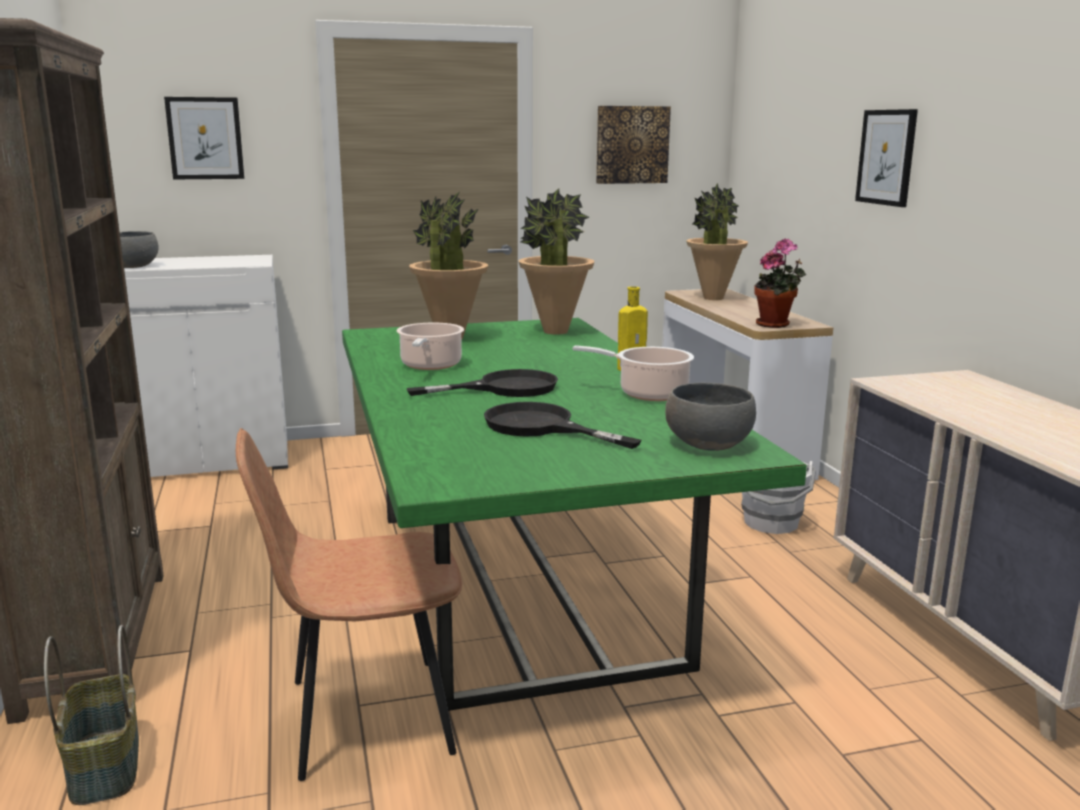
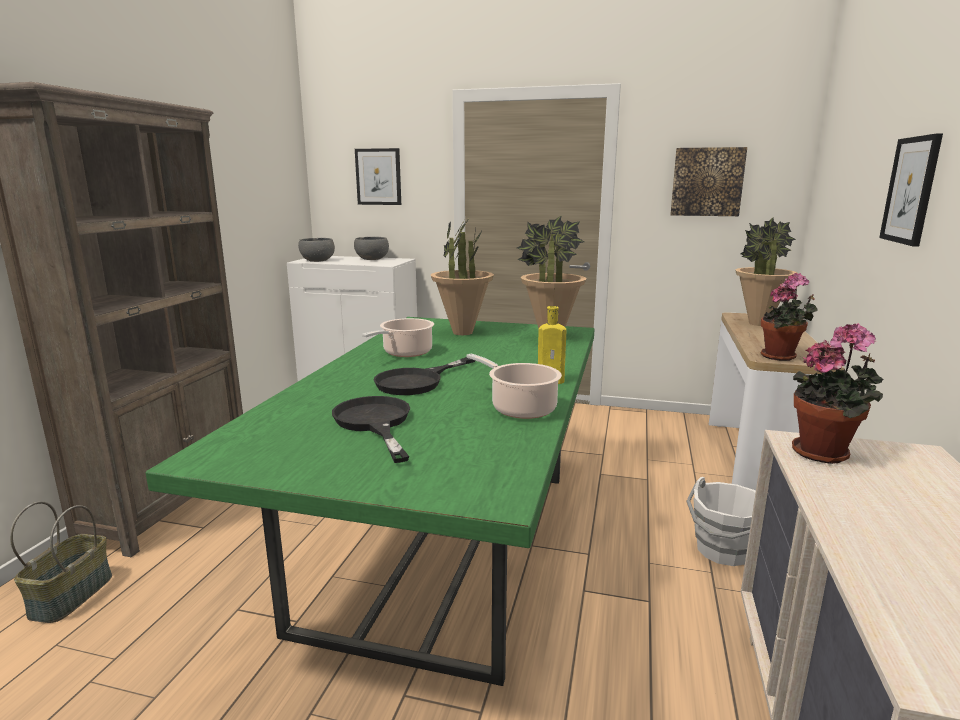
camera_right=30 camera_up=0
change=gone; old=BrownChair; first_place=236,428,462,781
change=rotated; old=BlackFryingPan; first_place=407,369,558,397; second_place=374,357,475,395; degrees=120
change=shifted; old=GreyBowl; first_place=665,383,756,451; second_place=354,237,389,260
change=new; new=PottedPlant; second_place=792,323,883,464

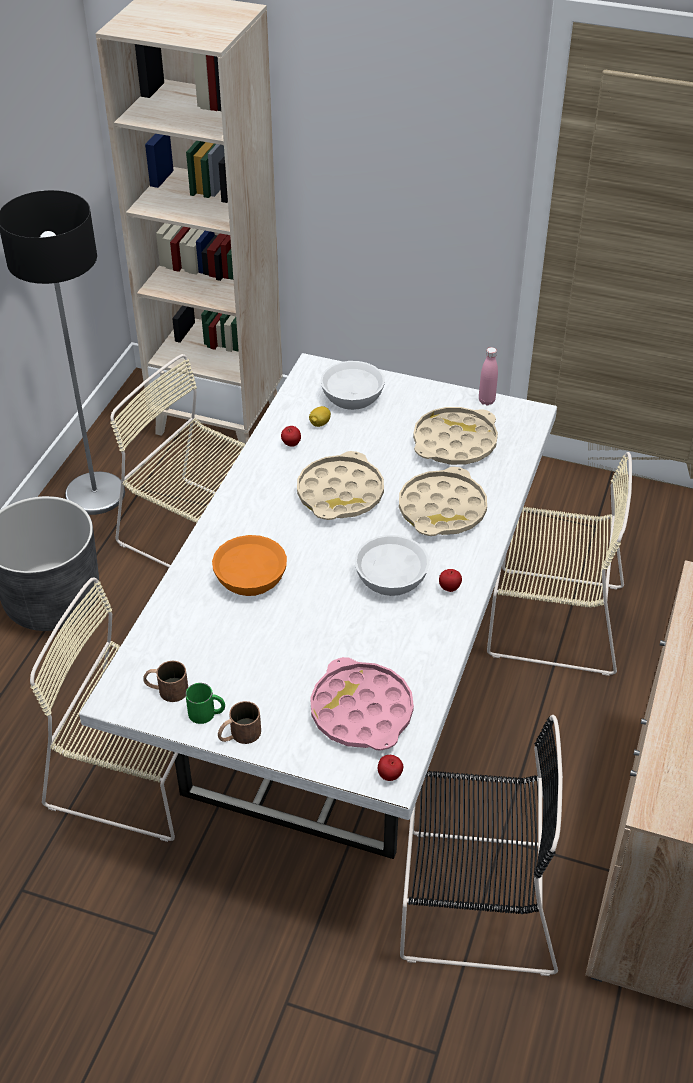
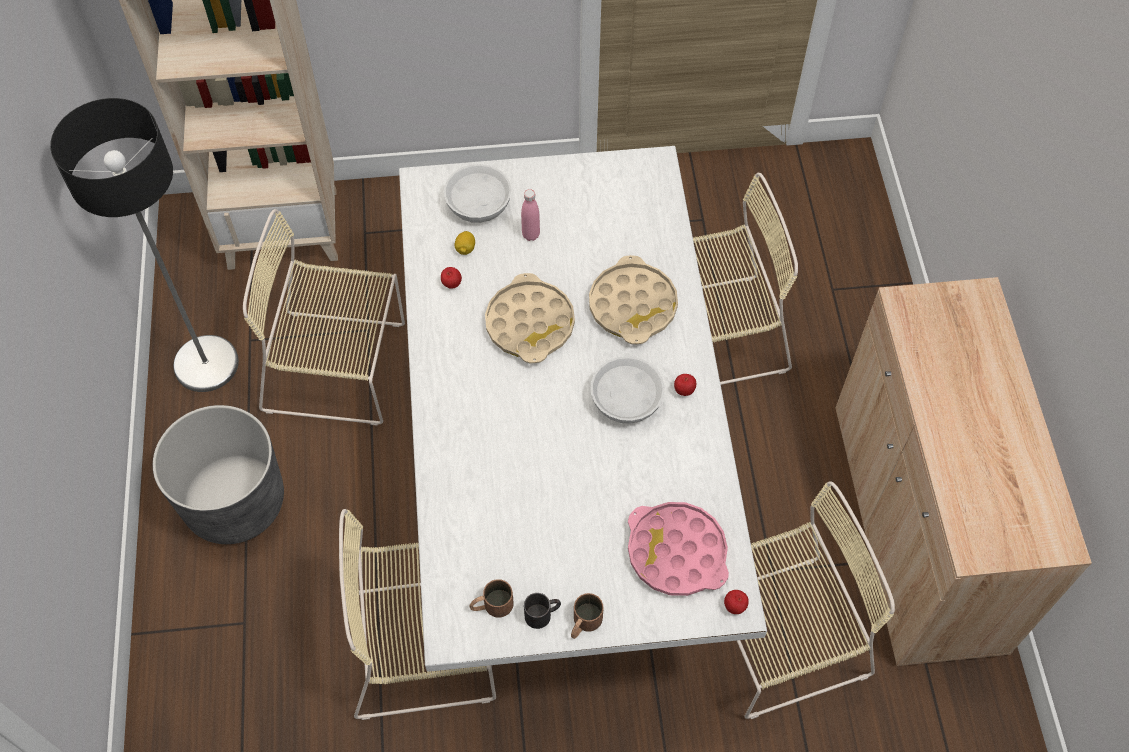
camera_right=-25 camera_up=15
change=repainted; old=GreenMug; new=BlackMug; first_place=185,683,225,724; second_place=524,593,561,629
change=gone; old=OrangeBowl; first_place=212,535,287,596
change=repainted; old=BlackChair; new=BeigeChair; first_place=400,715,563,976; second_place=737,482,895,719
change=gone; old=BeigeTray; first_place=413,407,498,465
change=shifted; old=PinkBottle; first_place=479,347,498,405; second_place=521,189,540,241

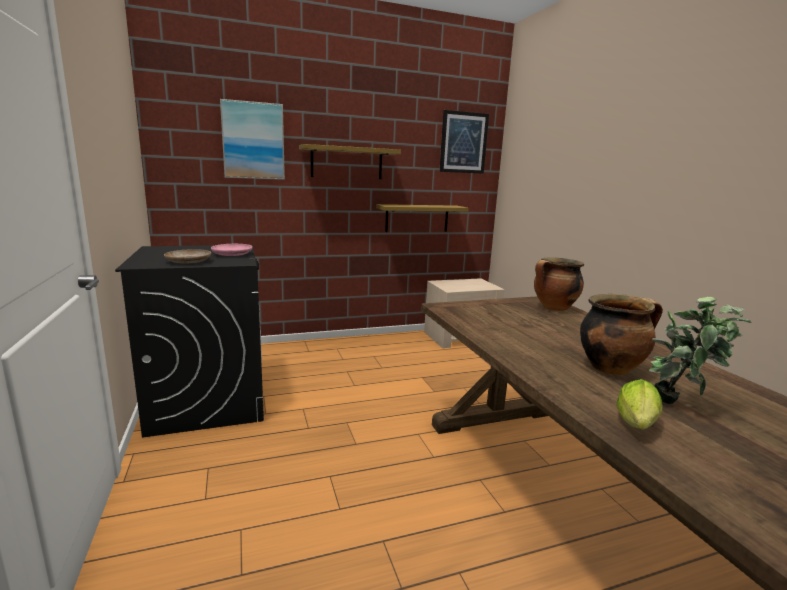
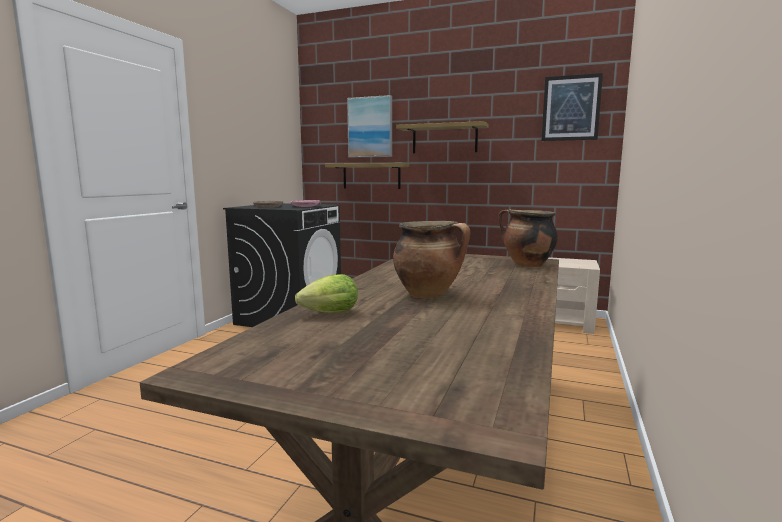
camera_right=40 camera_up=-5
change=shifted; old=Shelf; first_place=376,204,469,232; second_place=325,163,410,189
change=gone; old=PottedPlant; first_place=649,297,752,404

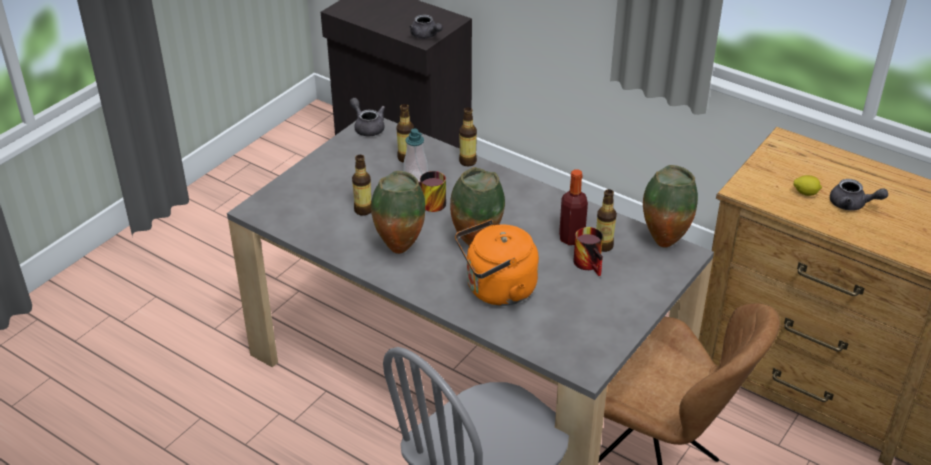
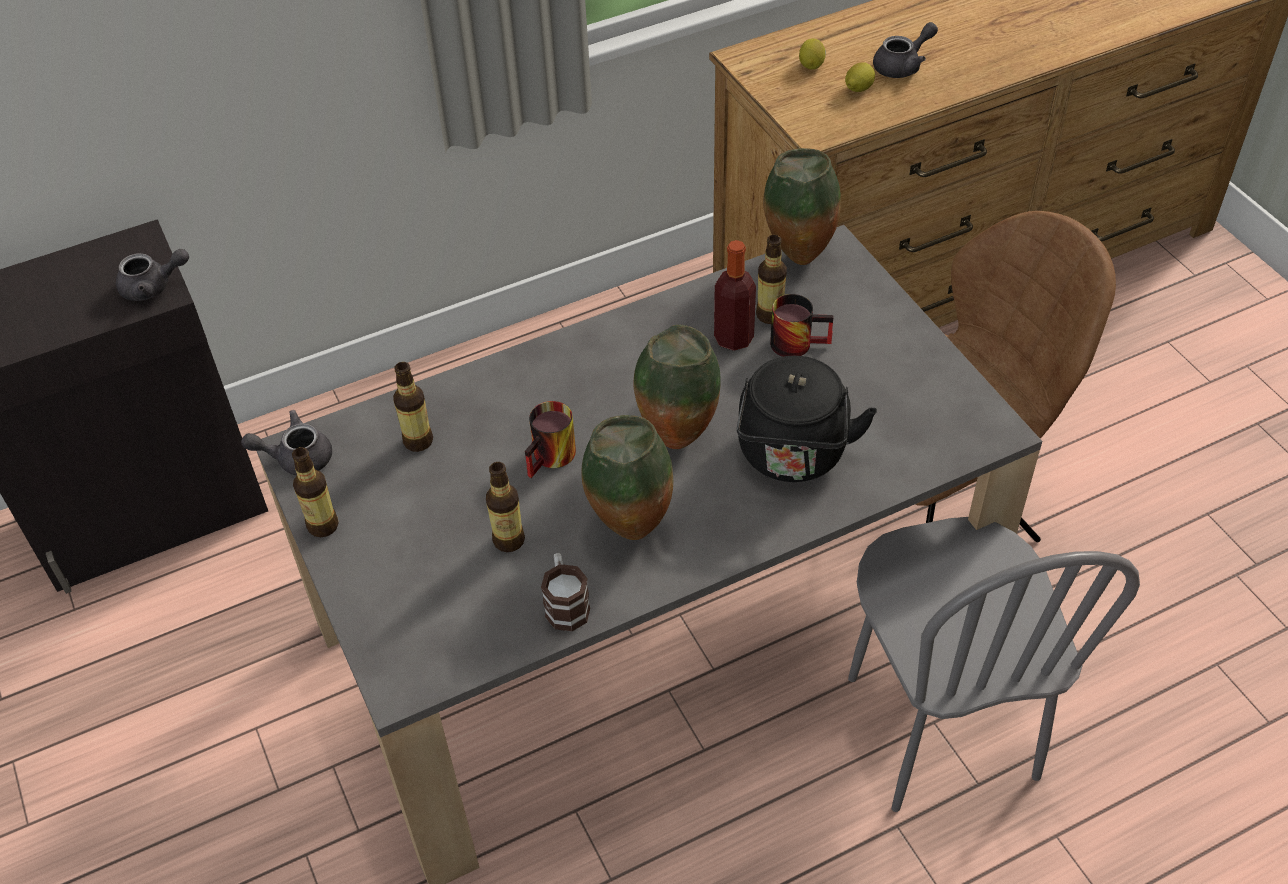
camera_right=-60 camera_up=10
change=gone; old=SoapDispenser; first_place=404,128,428,182
change=repainted; old=OrangeKettle; new=BlackKettle; first_place=455,220,539,306; second_place=737,356,877,482
change=shifted; old=Bottle; first_place=459,107,477,166; second_place=292,447,339,537
change=new; new=Mug; second_place=541,553,590,631
change=new; new=Lemon; second_place=799,38,826,70

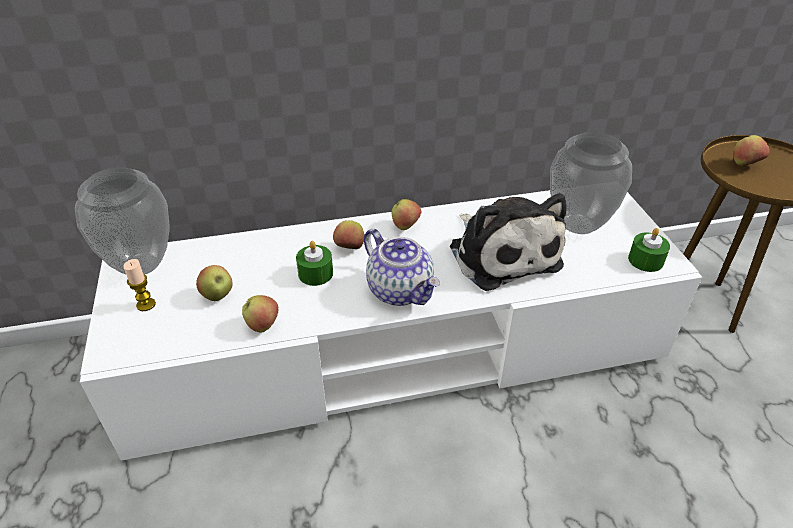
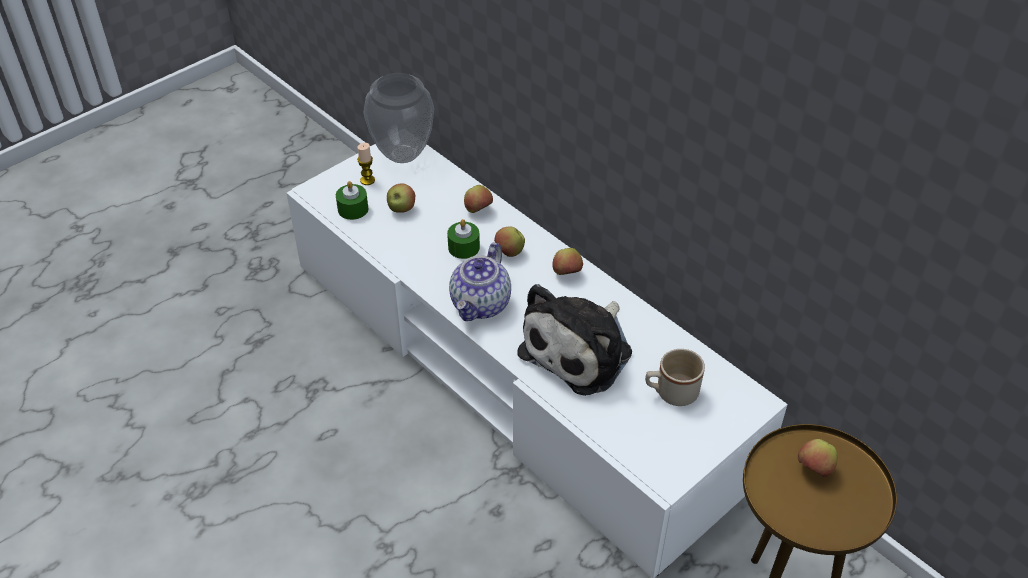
camera_right=60 camera_up=5
change=shifted; old=Apple; first_place=242,295,278,332; second_place=464,185,493,213
change=swapped; old=Vase; new=BeigeMug; first_place=550,132,632,234; second_place=645,349,705,406
change=shifted; old=GreenCandle; first_place=628,228,670,272; second_place=336,181,368,220

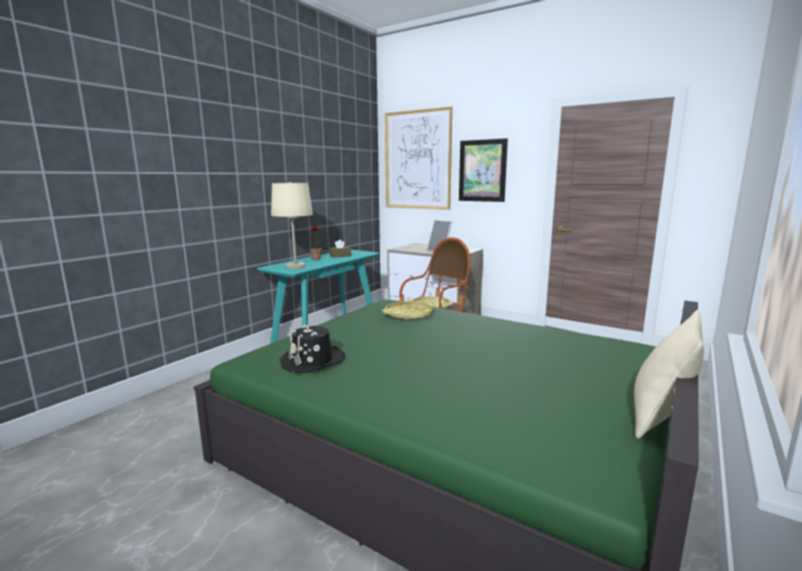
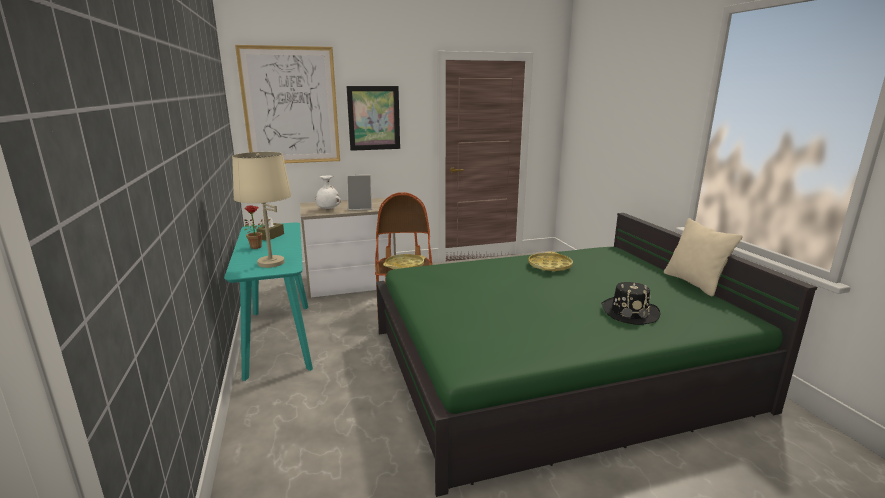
camera_right=-50 camera_up=5
change=shifted; old=BlackHat; first_place=280,325,345,373; second_place=602,282,660,325
change=shifted; old=YellowTray; first_place=382,301,435,320; second_place=528,252,573,272
change=new; new=WhiteVase; second_place=316,176,341,210

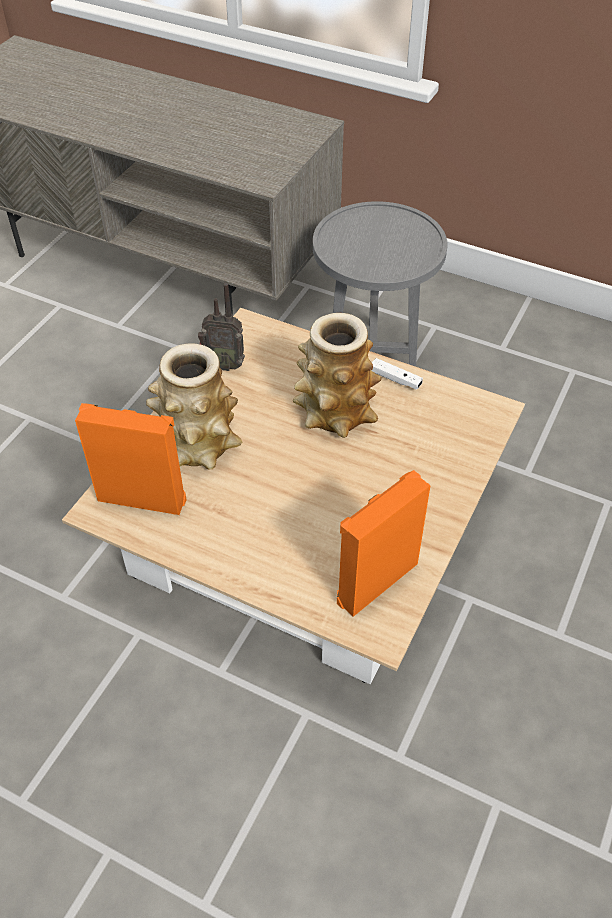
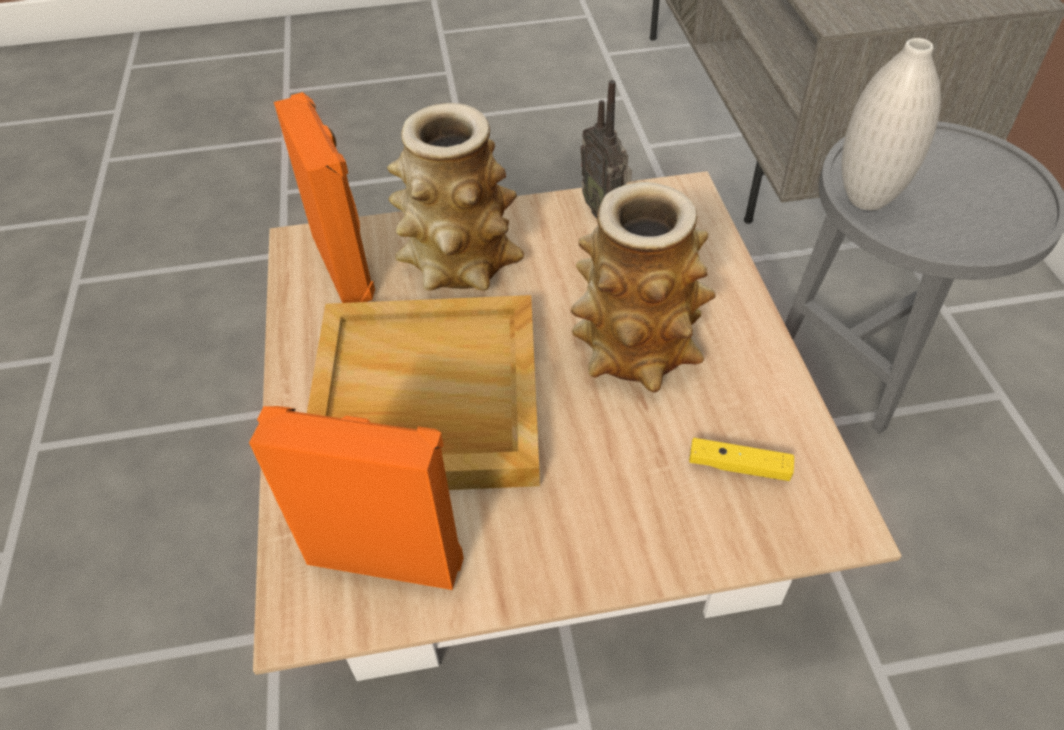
camera_right=55 camera_up=0
change=gone; old=WhiteGameController; first_place=371,358,423,390
change=new; new=BeigeTray; second_place=307,295,540,490
change=new; new=YellowGameController; second_place=689,438,794,481
change=new; new=WhiteVase; second_place=841,38,941,211

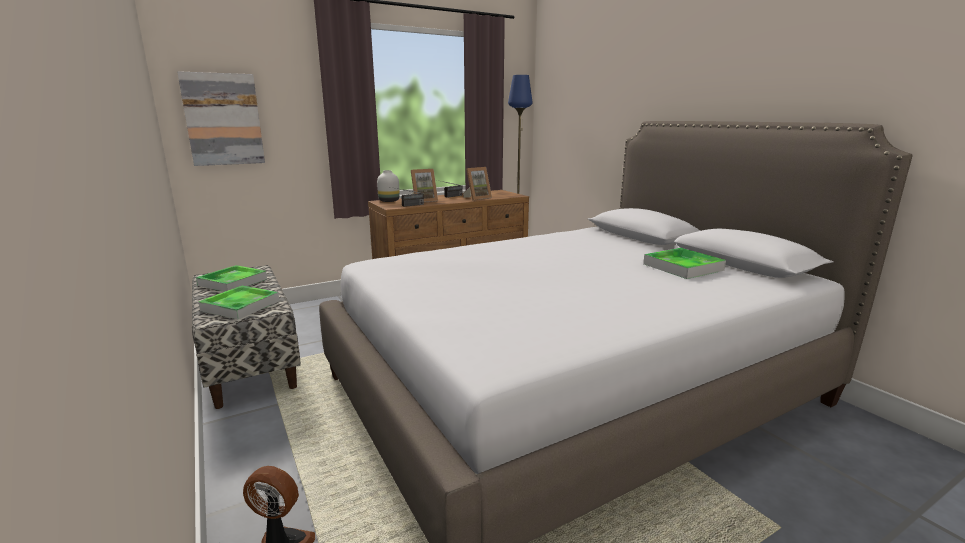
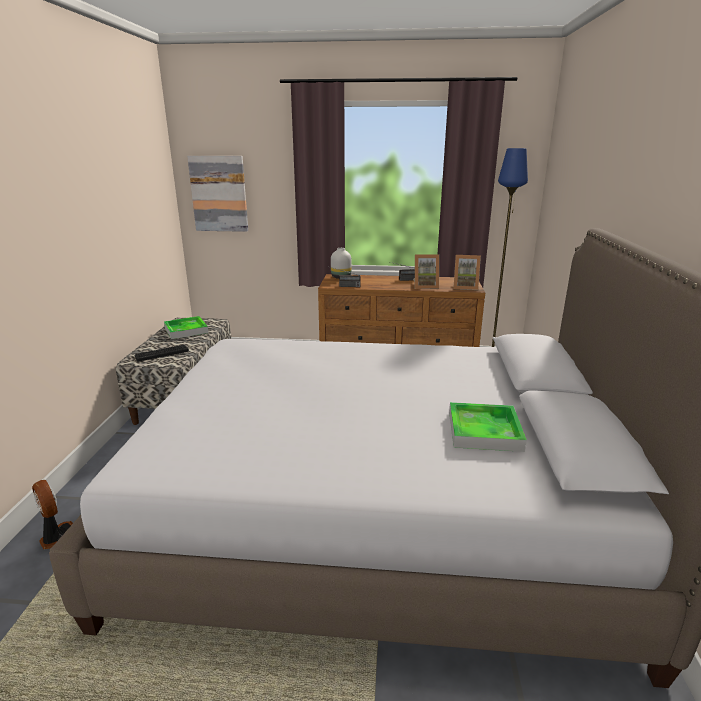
camera_right=35 camera_up=5
change=swapped; old=Tray; new=Keyboard; first_place=198,286,280,319; second_place=134,345,189,362
change=shifted; old=PictureFrame; first_place=411,169,438,202; second_place=453,255,481,290

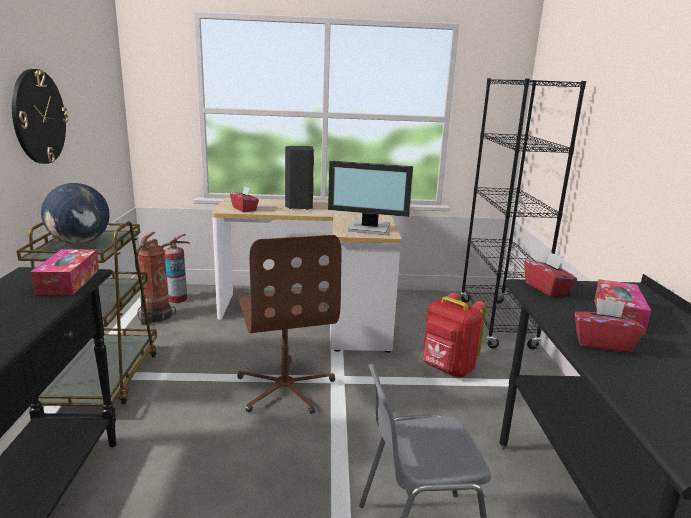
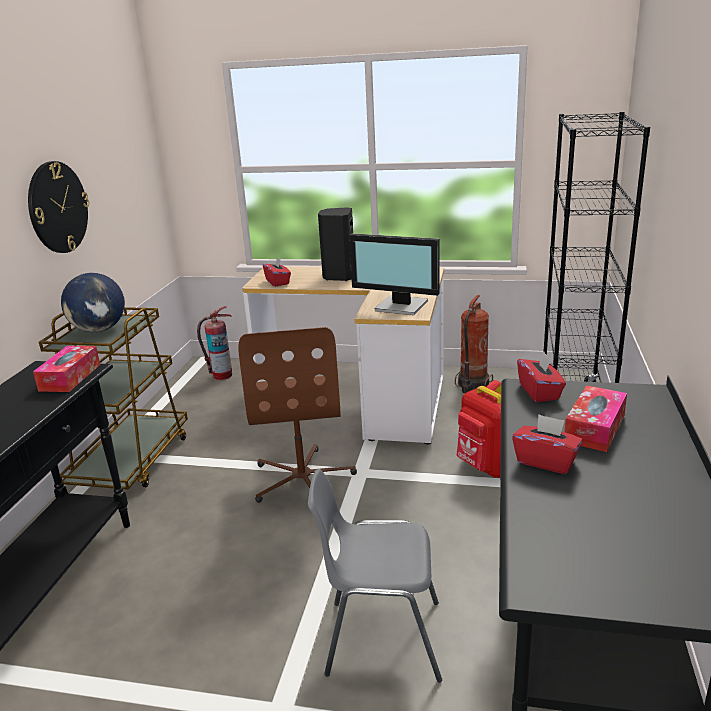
camera_right=15 camera_up=5
change=shifted; old=FireExtinguisher; first_place=135,232,176,325; second_place=455,295,493,393

